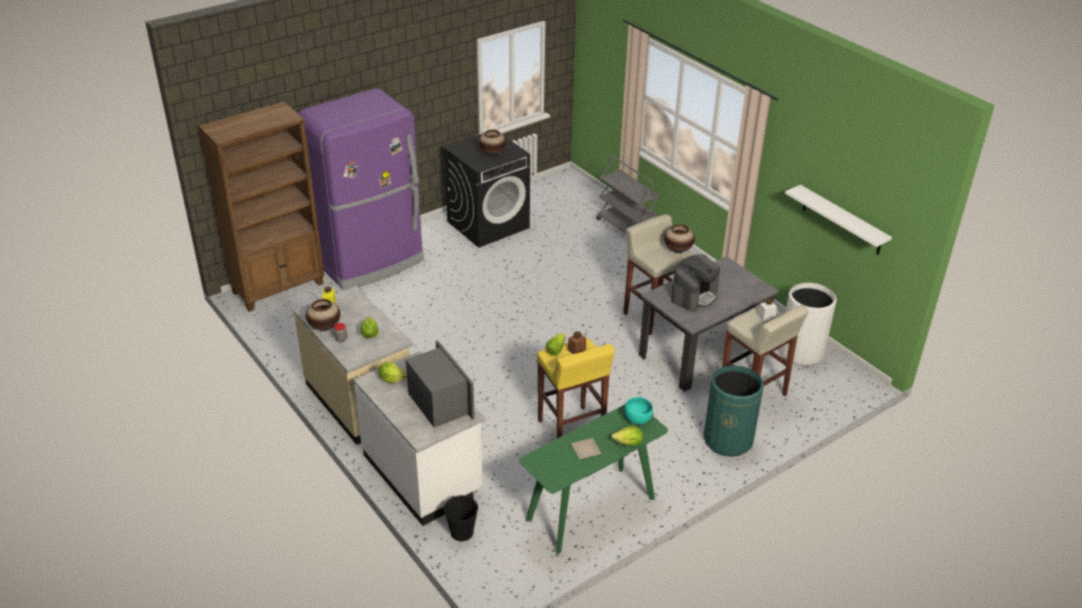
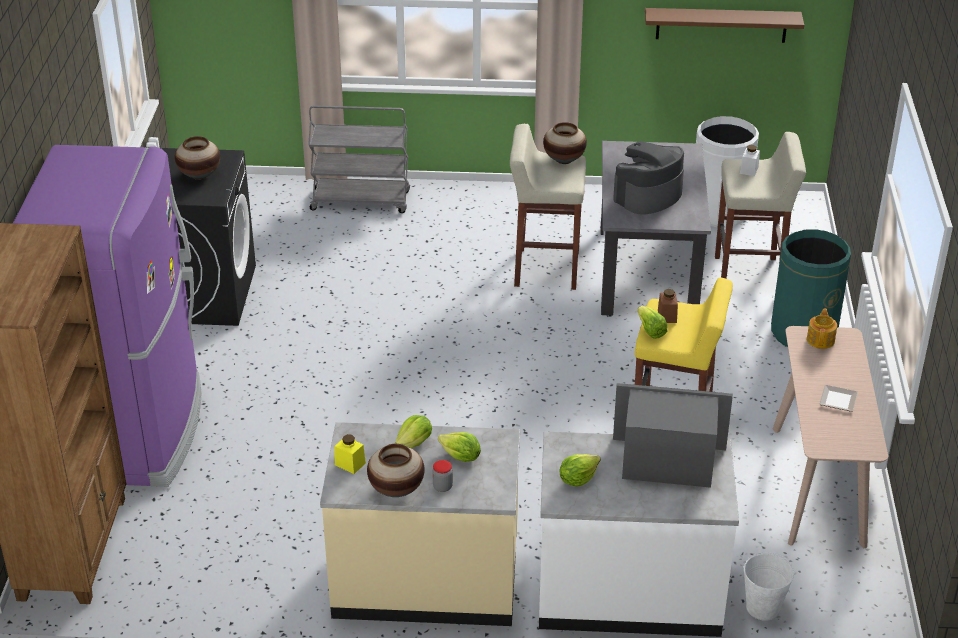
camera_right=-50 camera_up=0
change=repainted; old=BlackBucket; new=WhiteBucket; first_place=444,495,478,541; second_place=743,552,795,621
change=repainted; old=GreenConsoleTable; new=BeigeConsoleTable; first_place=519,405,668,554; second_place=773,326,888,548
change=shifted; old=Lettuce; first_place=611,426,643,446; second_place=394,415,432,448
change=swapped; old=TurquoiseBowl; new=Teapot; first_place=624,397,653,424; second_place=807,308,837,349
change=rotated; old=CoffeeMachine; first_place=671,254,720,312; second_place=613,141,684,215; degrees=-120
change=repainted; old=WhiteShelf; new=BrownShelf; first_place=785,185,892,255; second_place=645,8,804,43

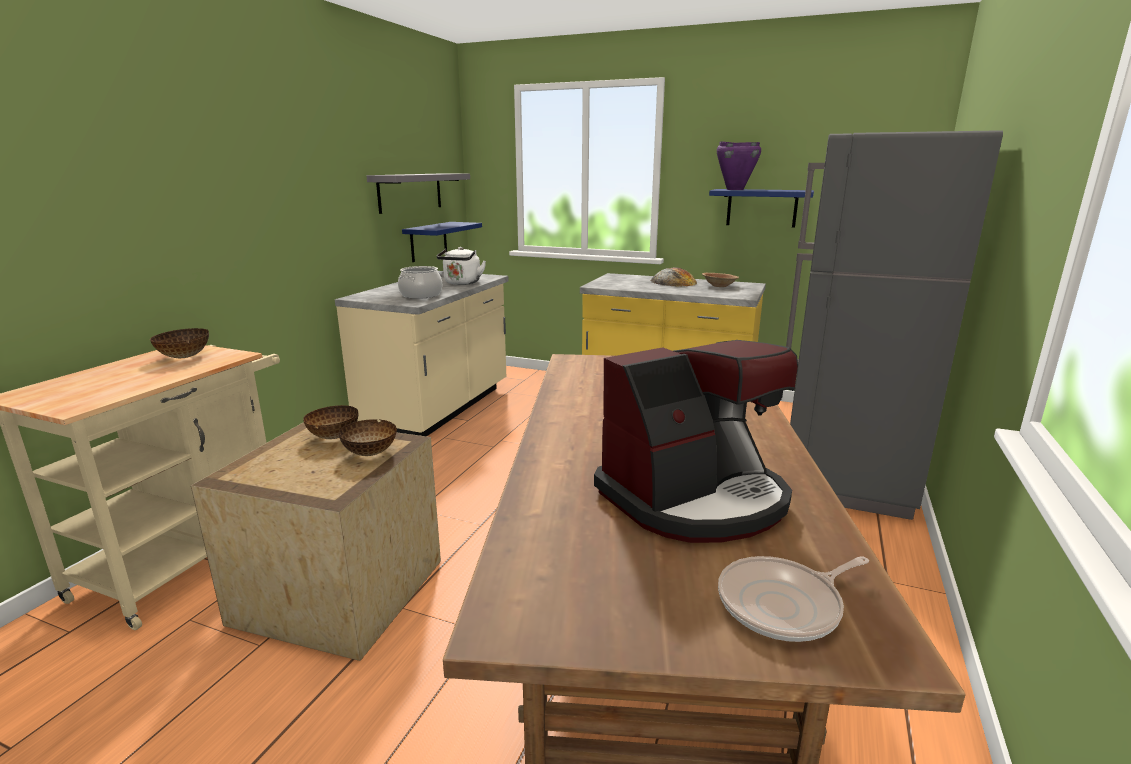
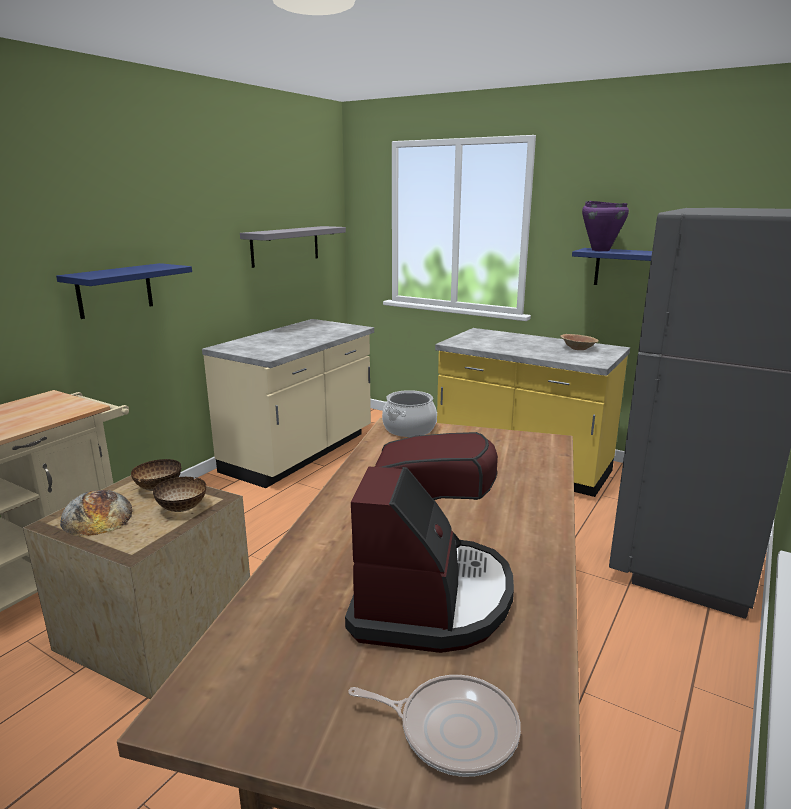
camera_right=10 camera_up=0
change=gone; old=Bowl; first_place=149,328,209,358
change=shifted; old=CookingPot; first_place=398,266,442,299; second_place=382,390,437,437
change=shifted; old=BlueShelf; first_place=402,222,482,262; second_place=56,263,192,319
change=gone; old=WhiteKettle; first_place=437,247,486,285
change=rotated; old=CoffeeMachine; first_place=594,340,798,543; second_place=345,432,514,653; degrees=-60
change=shifted; old=Bread; first_place=651,267,697,287; second_place=60,490,132,536
change=rotated; old=FryingPan; first_place=718,556,869,642; second_place=348,675,521,777; degrees=-150

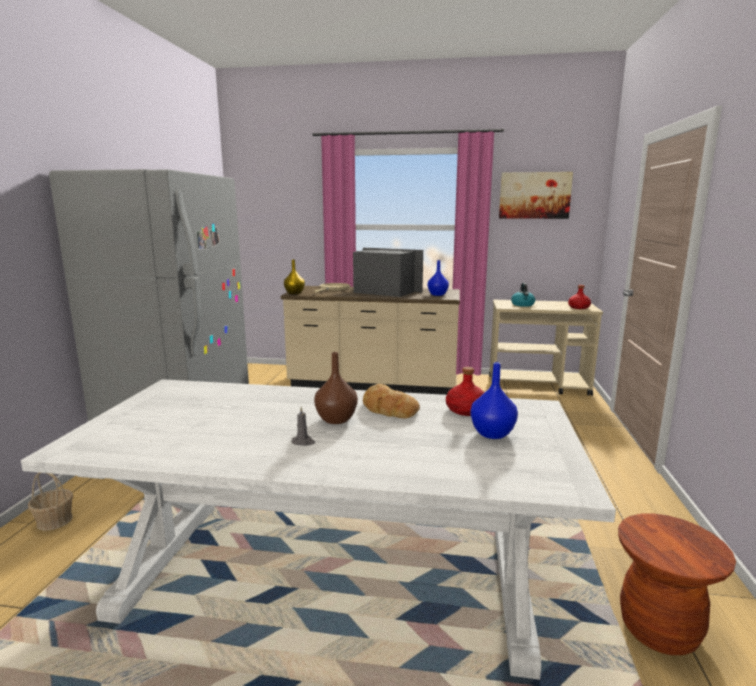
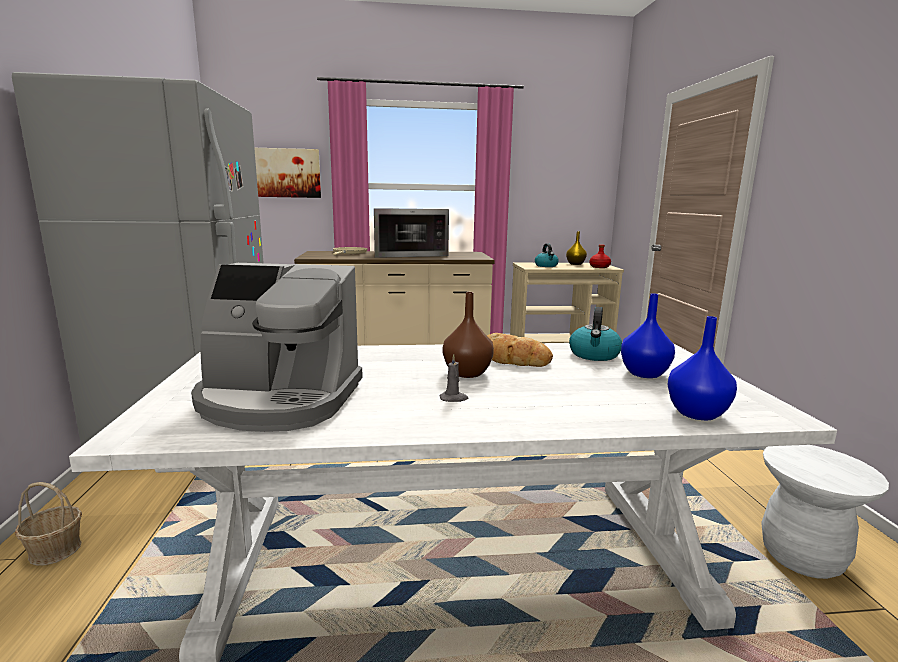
camera_right=-15 camera_up=0
change=shifted; old=YellowVase; first_place=284,259,305,294; second_place=566,231,587,265
change=rotated; old=Microwave; first_place=353,248,423,297; second_place=374,208,449,258; degrees=150
change=shifted; old=BlueVase; first_place=428,260,449,296; second_place=667,316,737,420
change=swapped; old=RedBottle; new=Kettle; first_place=446,367,485,416; second_place=569,307,622,361
change=shifted; old=Picture; first_place=499,172,573,219; second_place=254,148,321,198
change=repainted; old=BrownStool; new=WhiteStool; first_place=618,514,736,655; second_place=761,445,889,579
change=new; new=CoffeeMachine; second_place=191,263,363,432

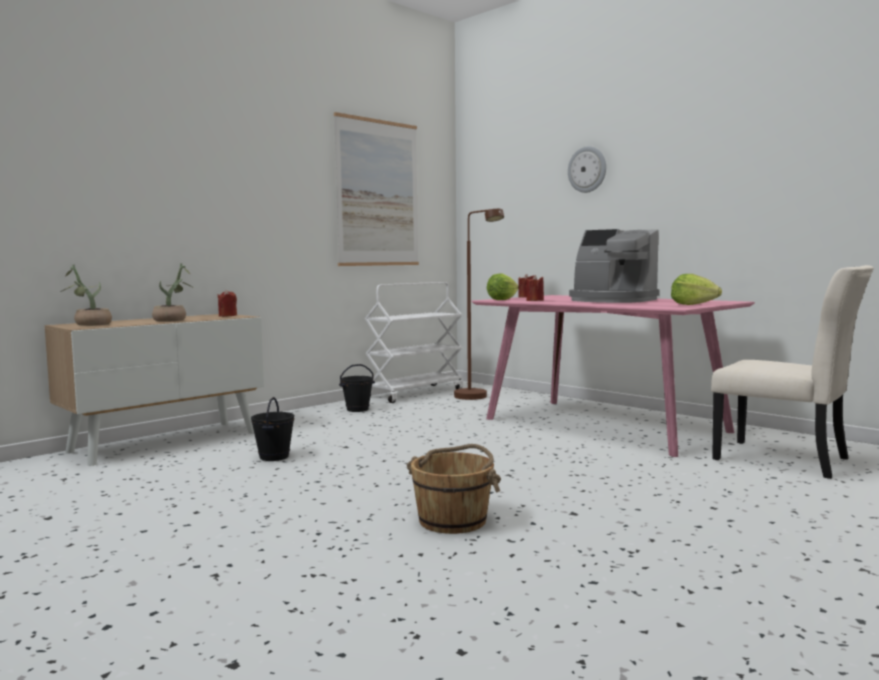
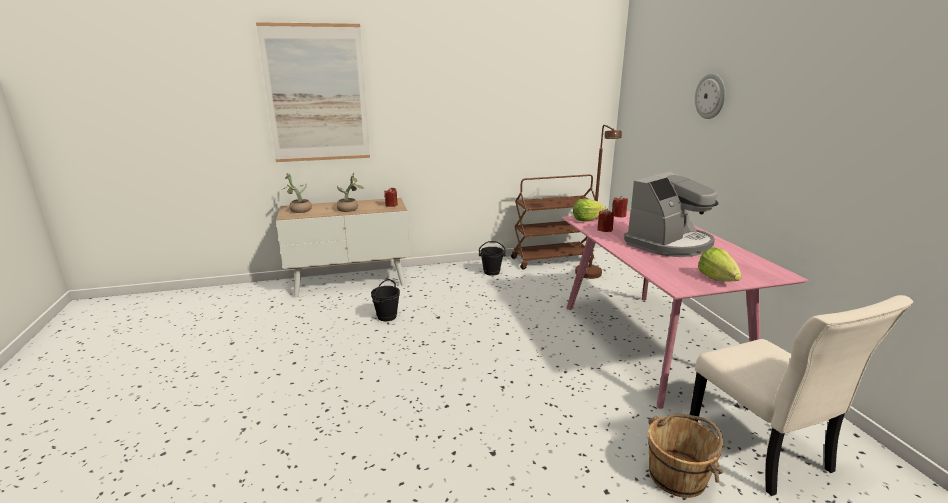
camera_right=30 camera_up=15
change=shifted; old=Picture; first_place=334,112,419,266; second_place=256,22,370,162
change=repainted; old=WhiteCart; new=BrownCart; first_place=365,282,463,403; second_place=511,174,595,269
change=shifted; old=BrownBucket; first_place=407,444,501,534; second_place=648,413,723,498
change=rotated; old=CoffeeMachine; first_place=569,229,660,303; second_place=624,172,719,257; degrees=-105

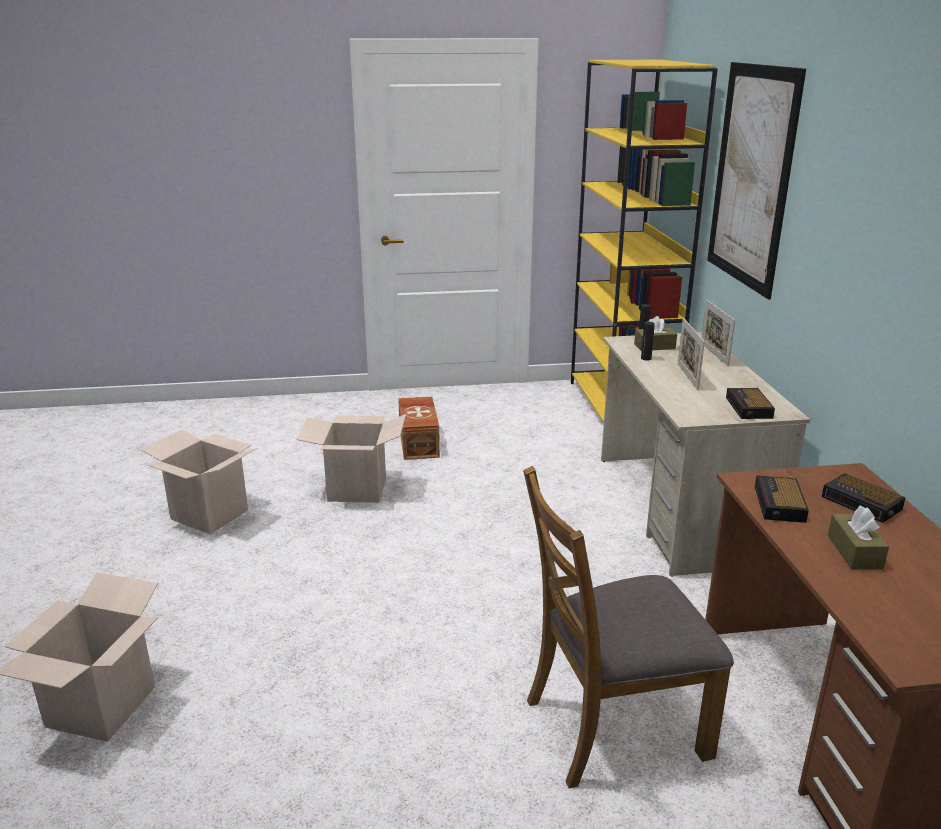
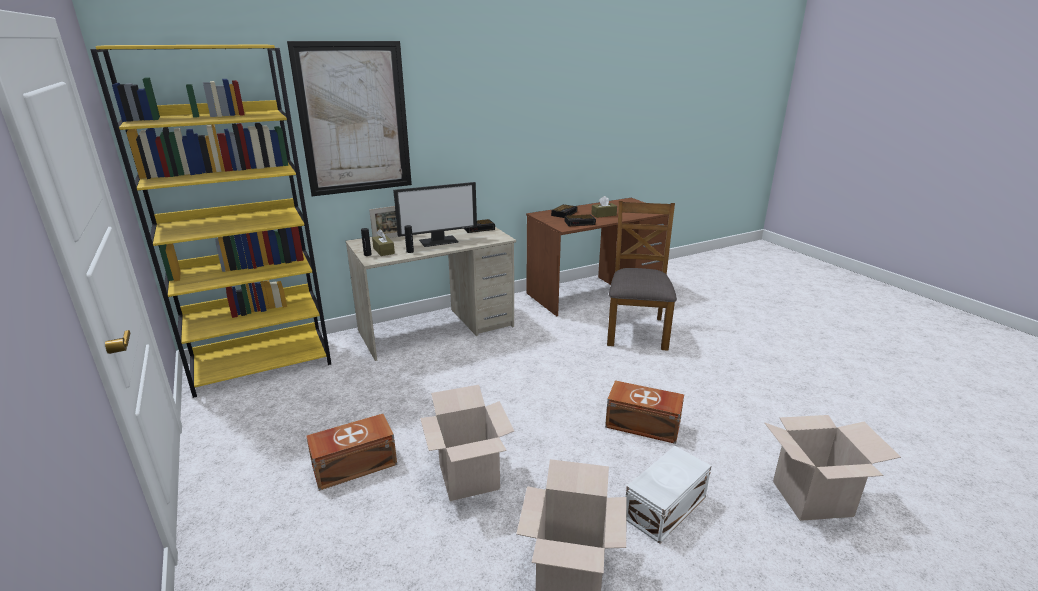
camera_right=-110 camera_up=0
change=rotated; old=BrownChair; first_place=523,466,734,789; second_place=607,201,677,351; degrees=-135
change=swapped; old=PictureFrame; new=Monitor; first_place=678,318,705,390; second_place=393,182,477,247
change=new; new=BrownStorageBox; second_place=605,380,684,444
change=new; new=WhiteStorageBox; second_place=626,446,711,544

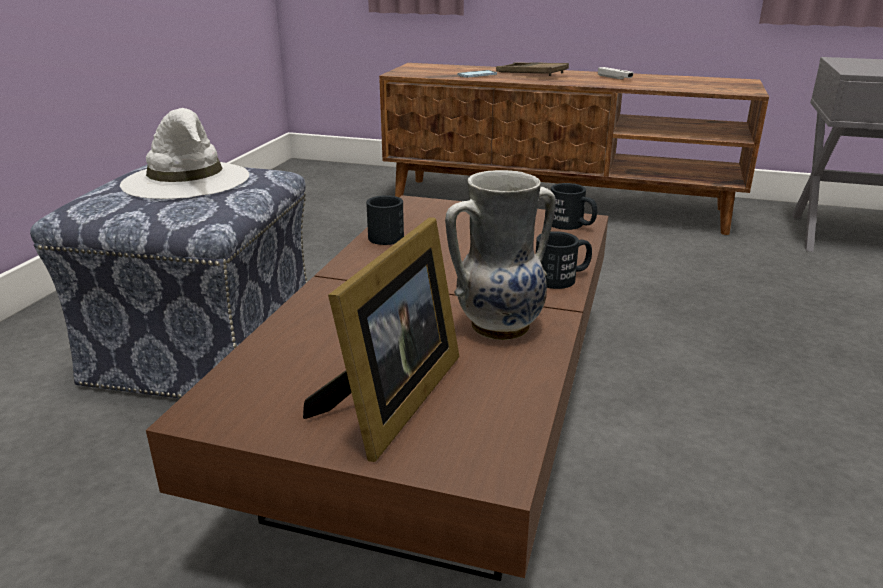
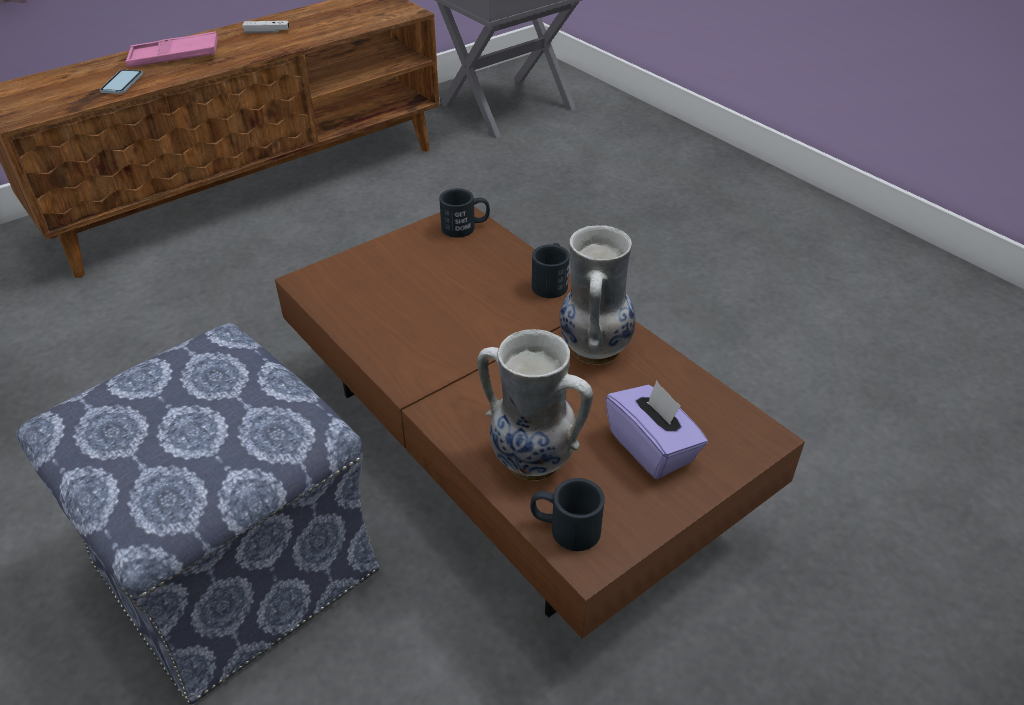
camera_right=-55 camera_up=15
change=gone; old=WhiteHat; first_place=120,108,249,199
change=swapped; old=PictureFrame; new=PurpleTissueBox; first_place=303,218,460,462; second_place=605,380,708,479
change=shifted; old=BlackMug; first_place=366,195,404,245; second_place=530,478,605,551
change=repainted; old=BrownTray; new=PinkTray; first_place=496,62,569,76; second_place=125,31,218,67
change=new; new=Vase; second_place=477,329,593,481

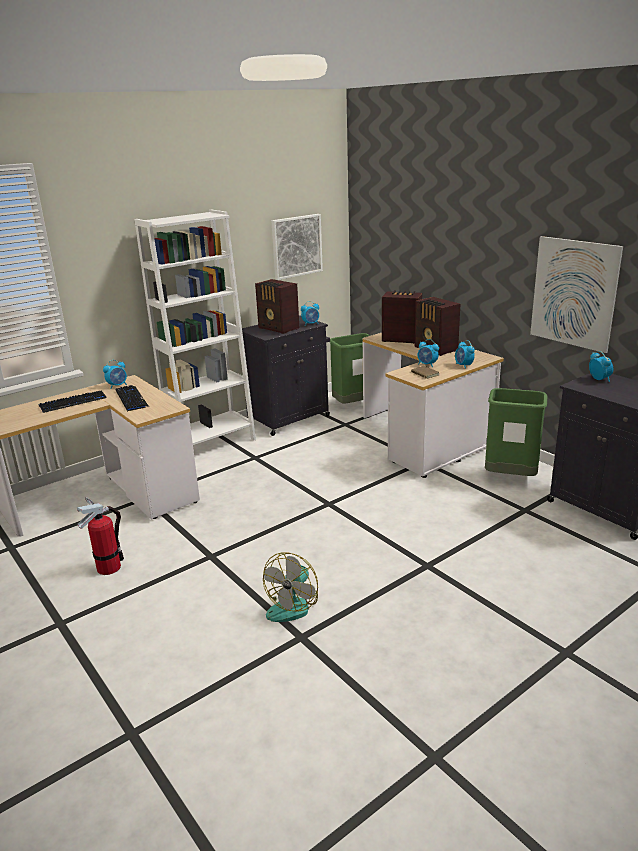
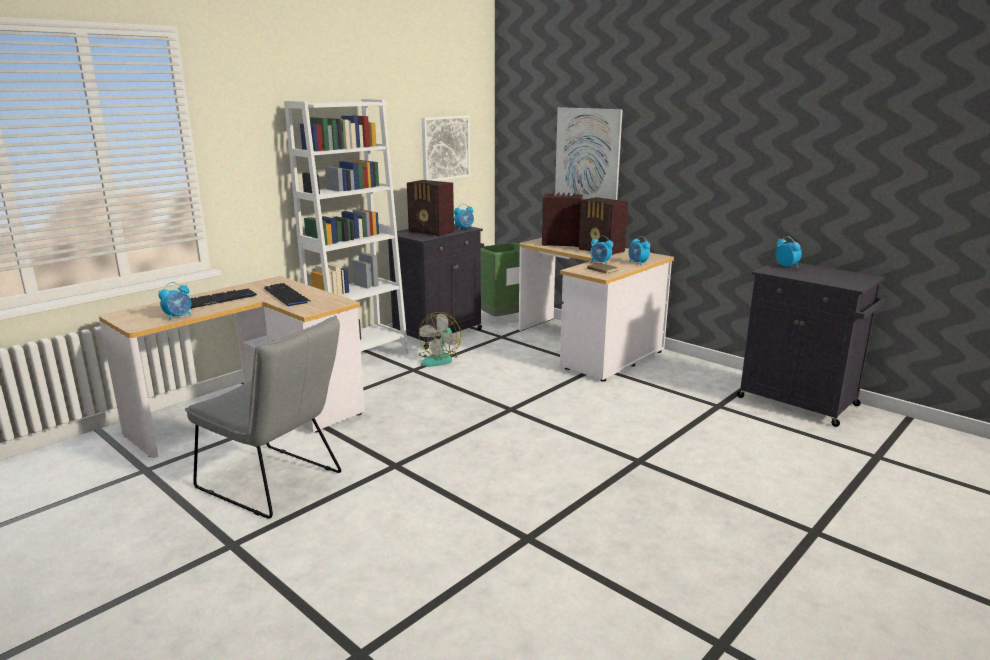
camera_right=-10 camera_up=-5
change=swapped; old=FireExtinguisher; new=GreyChair; first_place=77,497,124,575; second_place=185,315,341,519
change=shifted; old=AlarmClock; first_place=103,360,127,389; second_place=158,282,191,321
change=shifted; old=Fan; first_place=263,552,318,622; second_place=419,312,461,367
change=gone; old=GreenTrashCan; first_place=485,388,547,476
change=shifted; old=Picture; first_place=530,236,623,353; second_place=555,107,623,200

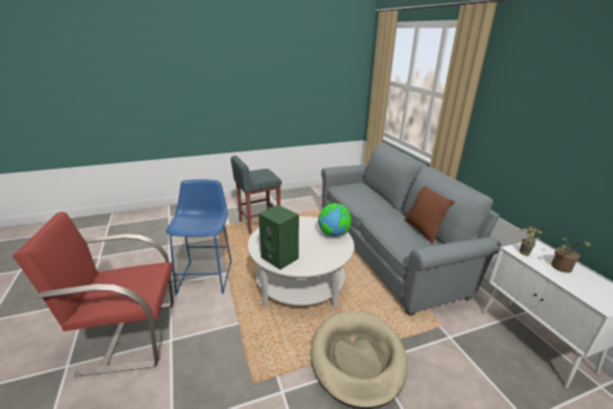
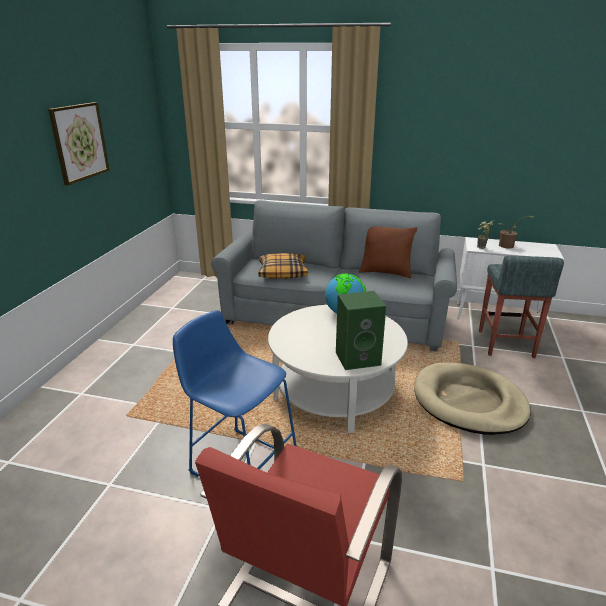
camera_right=-55 camera_up=0
change=shifted; old=GreyStool; first_place=231,156,282,234; second_place=479,256,564,358
change=new; new=Picture; second_place=48,102,110,185
change=new; new=Pillow; second_place=258,253,308,279

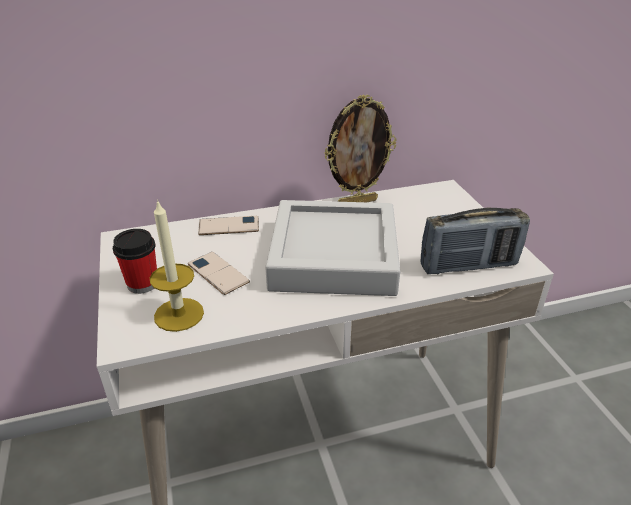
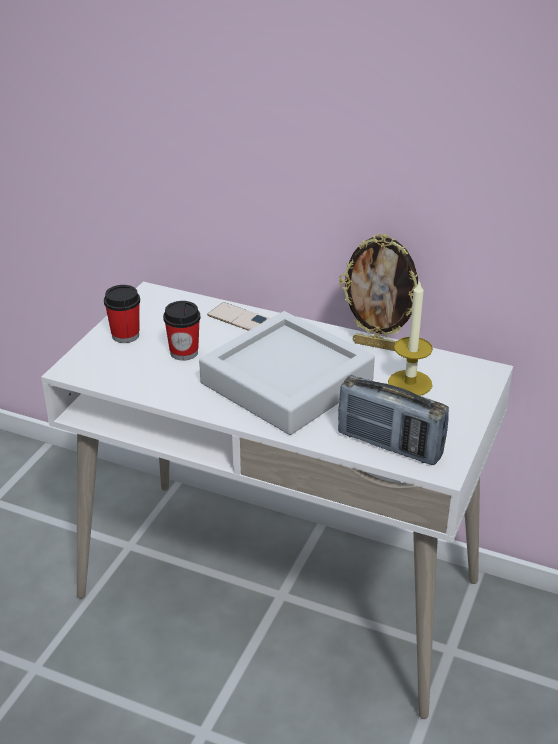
camera_right=40 camera_up=0
change=shifted; old=Candle; first_place=150,199,204,332; second_place=388,280,433,396
change=swapped; old=Phone; new=Cup; first_place=188,252,250,295; second_place=163,301,201,361

